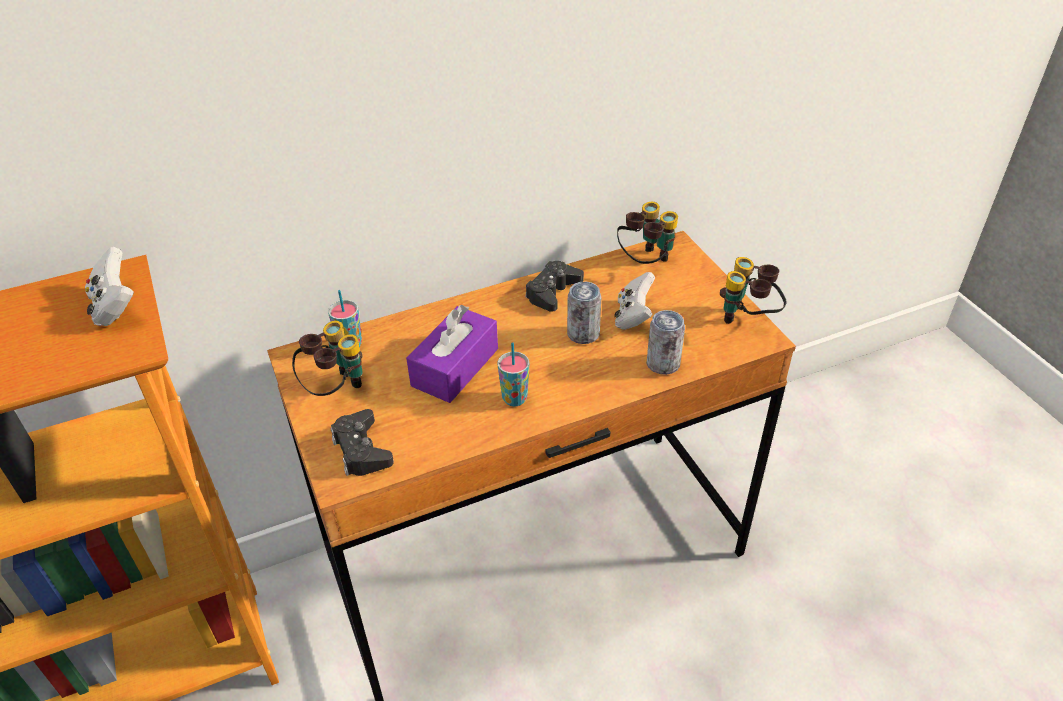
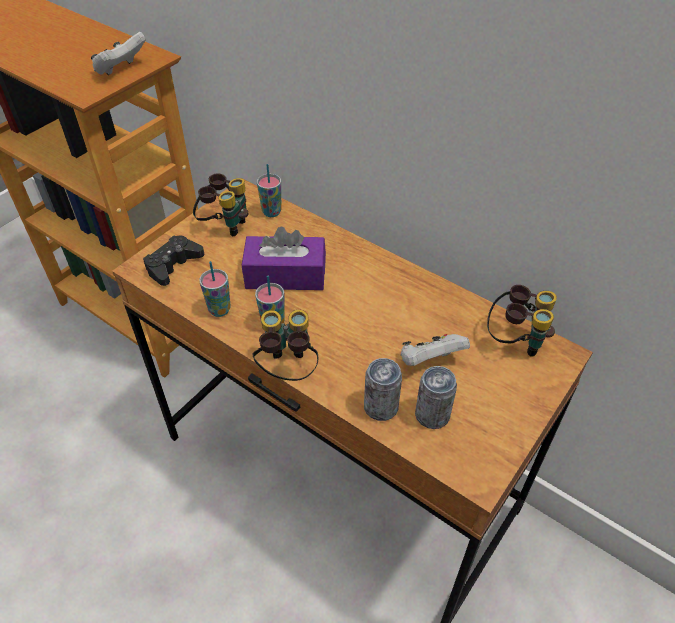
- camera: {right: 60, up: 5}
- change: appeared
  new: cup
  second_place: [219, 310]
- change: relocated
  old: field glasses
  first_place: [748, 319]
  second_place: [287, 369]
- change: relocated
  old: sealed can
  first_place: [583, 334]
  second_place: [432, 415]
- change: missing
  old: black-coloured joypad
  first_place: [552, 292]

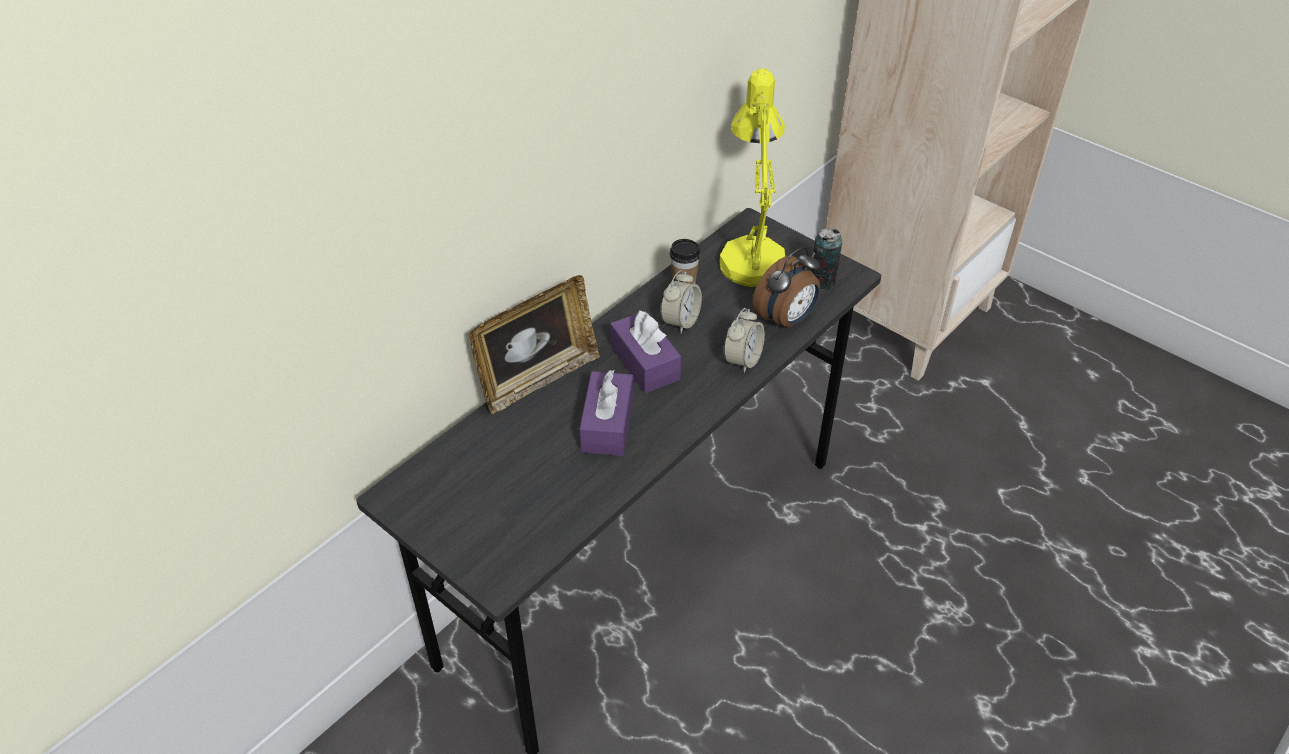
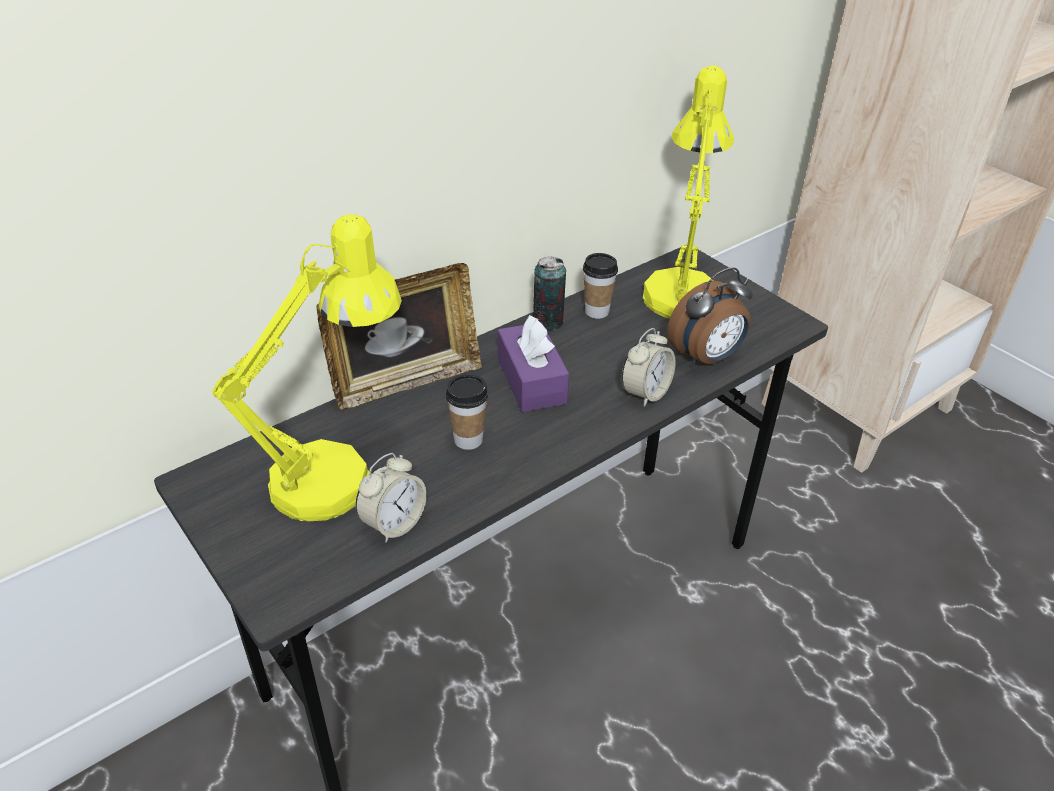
- camera: {right: 10, up: -5}
- change: appeared
  new: yellow-coloured tabletop lamp
  second_place: [337, 473]
- change: relocated
  old: table clock
  first_place: [680, 321]
  second_place: [393, 523]
- change: exchanged
  old: purplish tissue holder
  new: cup
  first_place: [607, 424]
  second_place: [468, 440]
- change: relocated
  old: sealed can
  first_place: [822, 281]
  second_place: [548, 322]

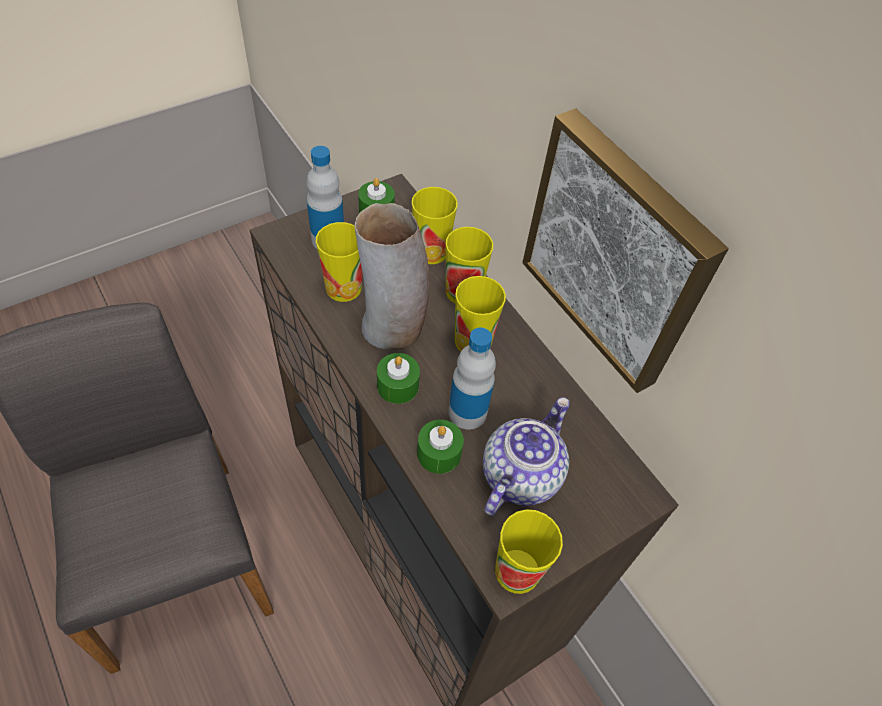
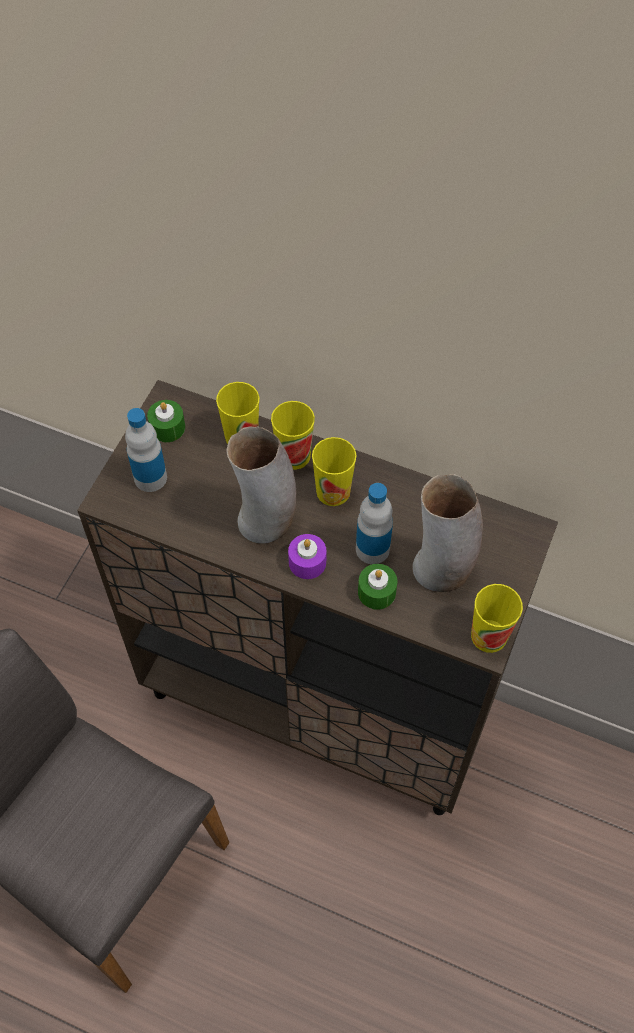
- camera: {right: -30, up: 5}
- change: colour
  old: green candle
  new: purplish candle
  first_place: [397, 386]
  second_place: [307, 562]
- change: exchanged
  old: teapot
  new: decorative vase
  first_place: [520, 474]
  second_place: [442, 570]
- change: missing
  old: cup
  first_place: [343, 287]
- change: missing
  old: wall art
  first_place: [617, 252]

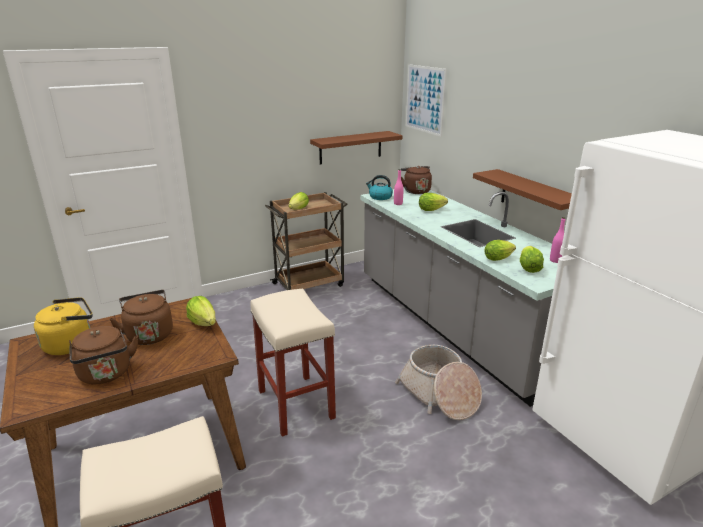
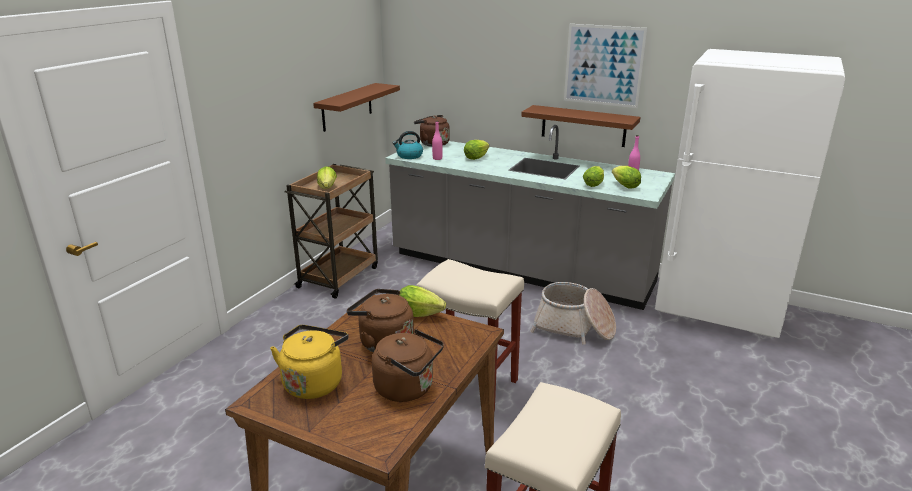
- camera: {right: -35, up: 0}
- change: relocated
  old: wall art
  first_place: [425, 99]
  second_place: [603, 65]

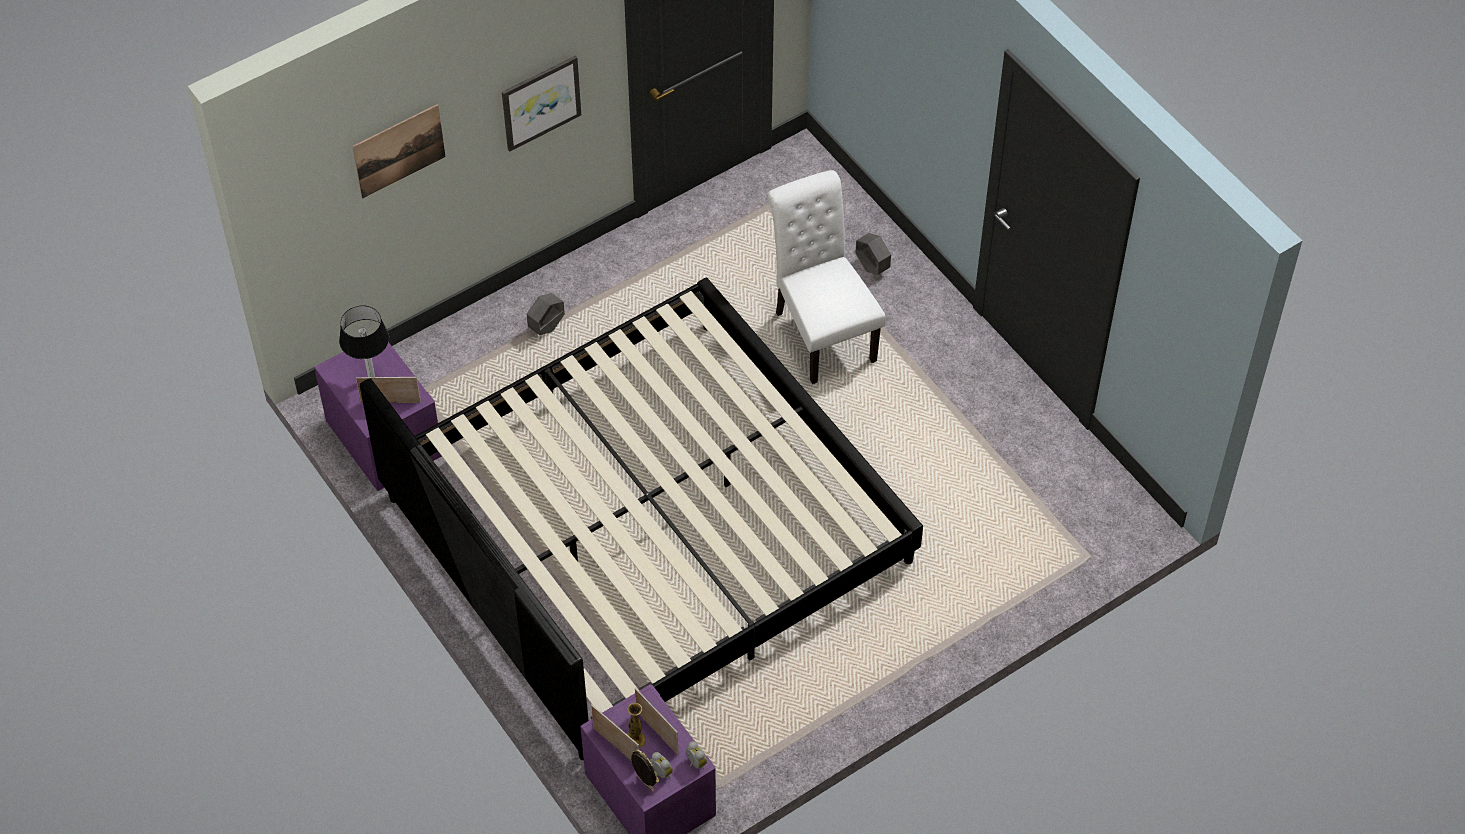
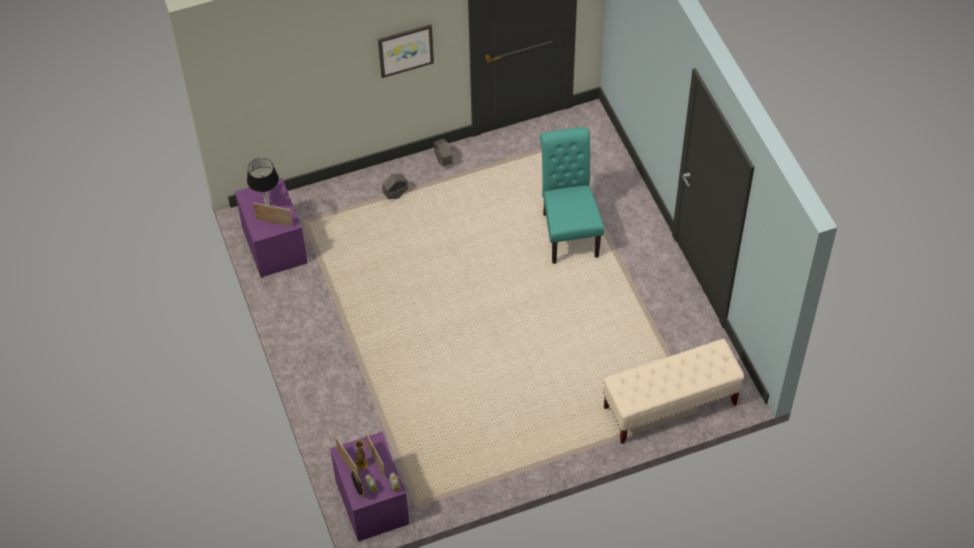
- camera: {right: 15, up: 0}
- change: relocated
  old: greyish flower pot
  first_place: [872, 267]
  second_place: [443, 161]
- change: colour
  old: white-coloured plain chair
  new: turquoise plain chair
  first_place: [821, 332]
  second_place: [568, 231]
- change: appeared
  new: beige bench
  second_place: [669, 406]
- change: missing
  old: wall art
  first_place: [399, 150]
- change: missing
  old: sleeping bed
  first_place: [647, 530]

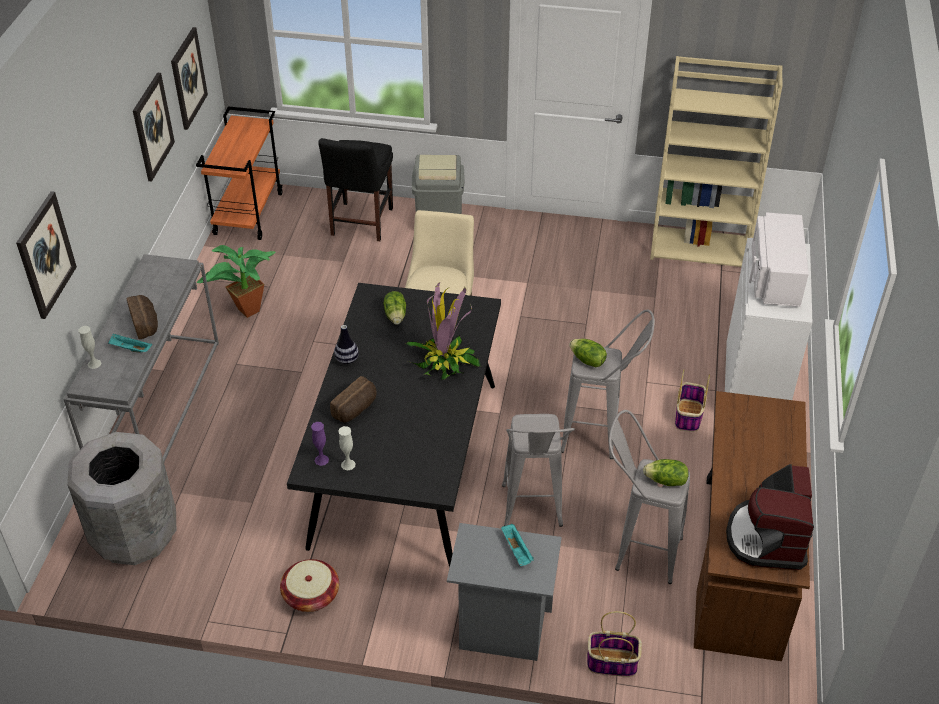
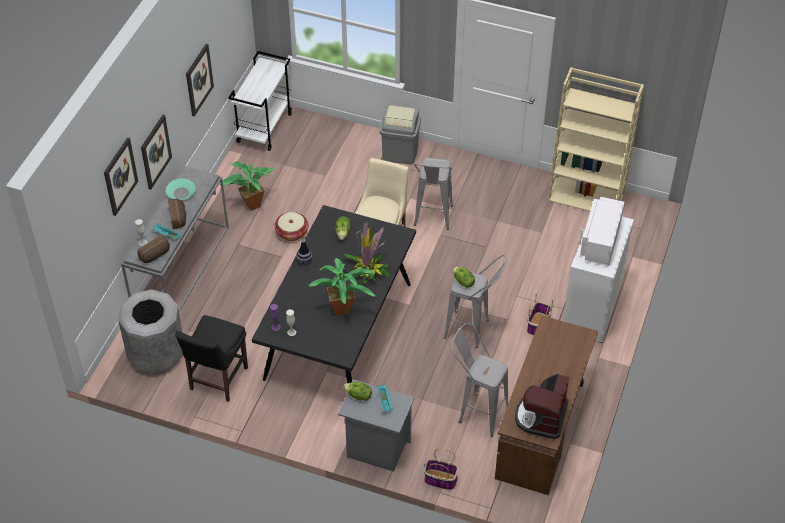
- camera: {right: 10, up: 5}
- change: relocated
  old: bakery bread
  first_place: [356, 409]
  second_place: [155, 255]
- change: relocated
  old: wall art
  first_place: [188, 78]
  second_place: [155, 151]
- change: appeared
  new: turquoise bowl
  second_place: [181, 193]
- change: relocated
  old: black-coloured plain chair
  first_place: [360, 224]
  second_place: [217, 380]
- change: colour
  old: orange wheeled cart
  new: white-coloured wheeled cart
  first_place: [248, 213]
  second_place: [264, 127]
- change: relocated
  old: basket
  first_place: [311, 595]
  second_place: [292, 232]
- change: appeared
  new: potted plant
  second_place: [345, 310]
- change: relocated
  old: lettuce head
  first_place: [666, 481]
  second_place: [358, 396]
- change: relocated
  old: greyish stool seat
  first_place: [532, 515]
  second_place: [432, 221]

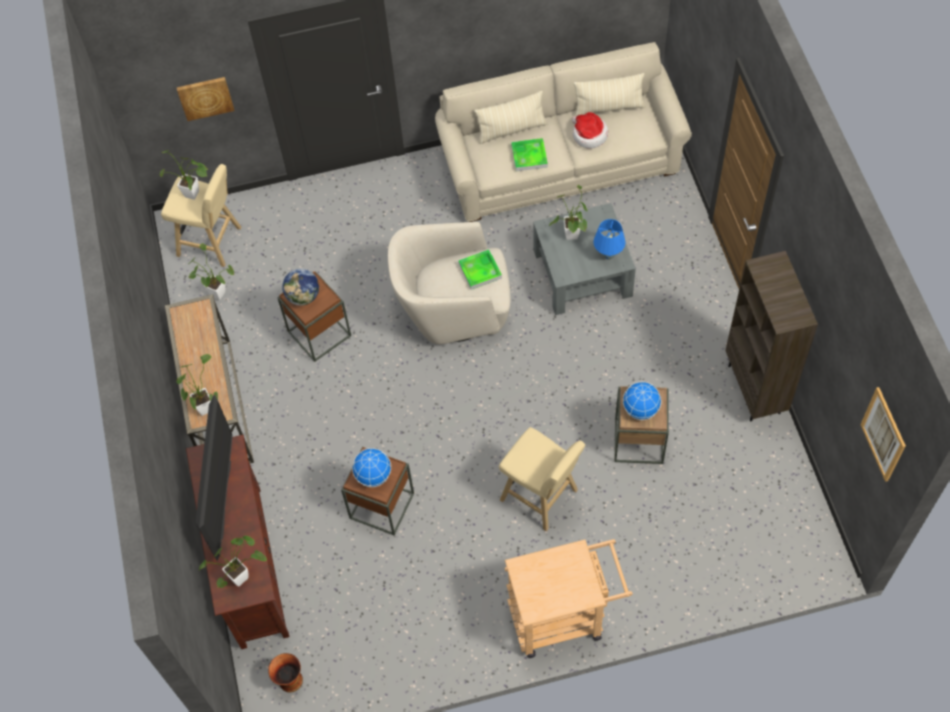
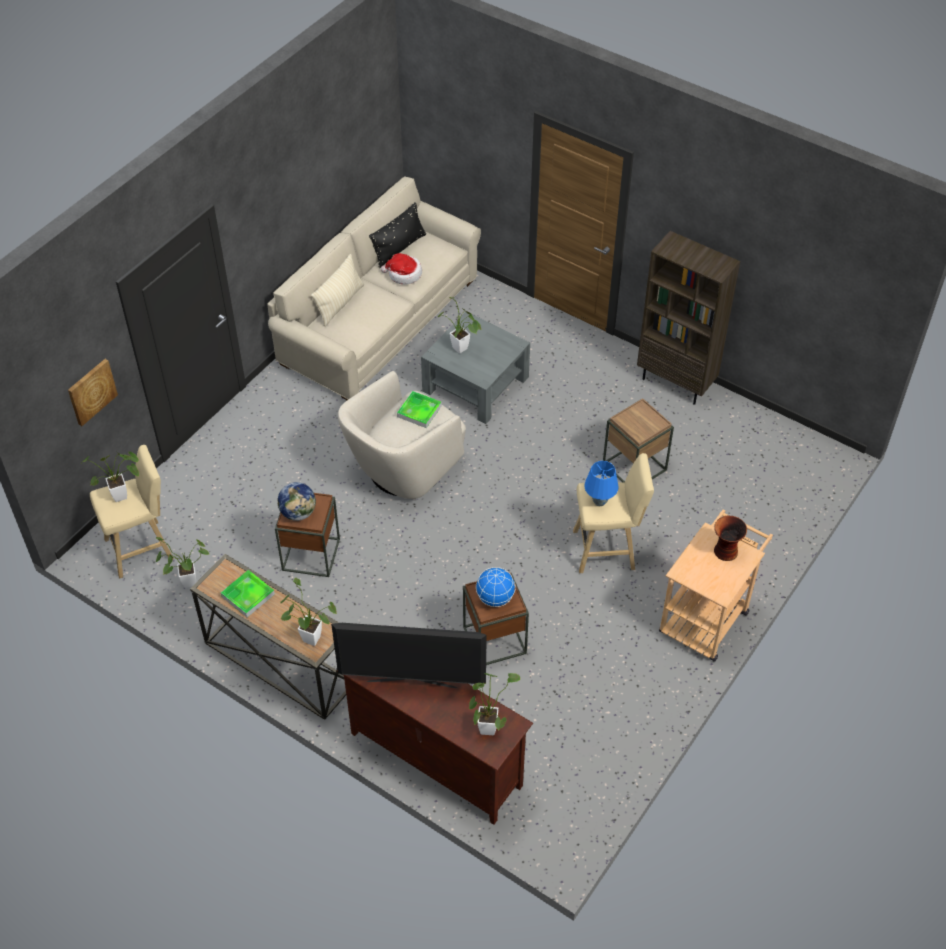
- camera: {right: -45, up: -10}
- change: relocated
  old: tray
  first_place: [529, 156]
  second_place: [248, 595]
- change: spun
  old: TV set
  first_place: [224, 499]
  second_place: [412, 683]
  degrees: 135
- change: colour
  old: beige pillow
  new: black-coloured pillow
  first_place: [608, 107]
  second_place: [399, 249]
- change: relocated
  old: blue-coloured tabletop lamp
  first_place: [608, 255]
  second_place: [599, 501]
- change: relocated
  old: decorative vase
  first_place: [290, 680]
  second_place: [725, 552]
- change: missing
  old: globe
  first_place: [641, 409]
- change: missing
  old: wall art
  first_place: [883, 434]

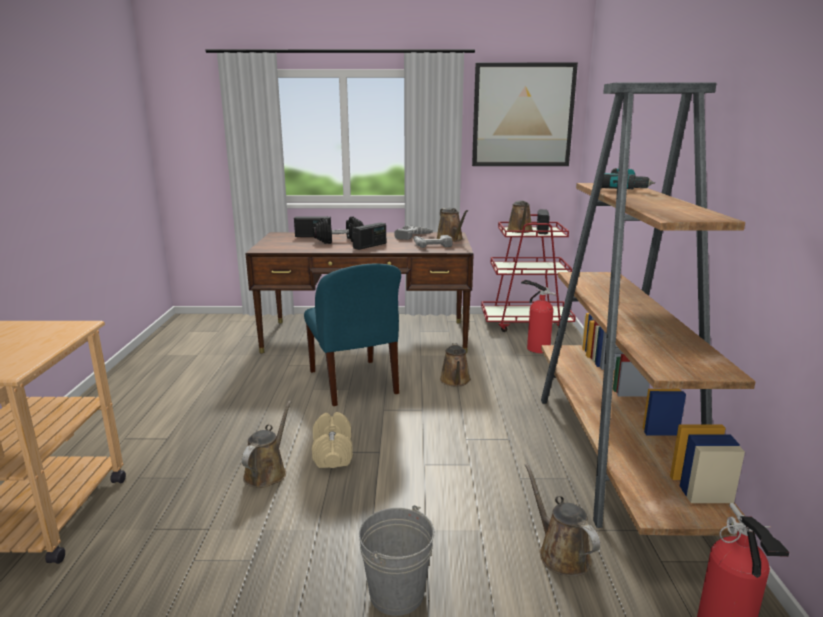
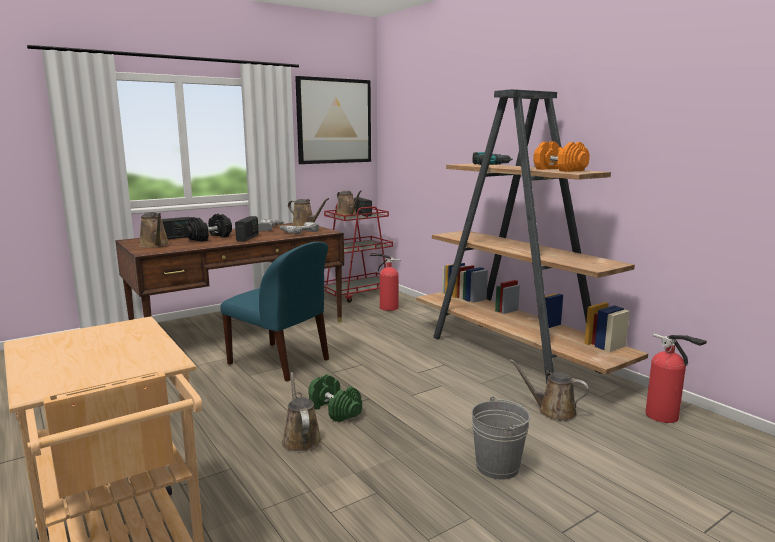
- camera: {right: -35, up: -5}
- change: relocated
  old: brownish sprinkling can
  first_place: [455, 381]
  second_place: [155, 245]
- change: colour
  old: beige hand weight
  new: green hand weight
  first_place: [332, 452]
  second_place: [334, 410]
- change: appeared
  new: orange hand weight
  second_place: [560, 170]

